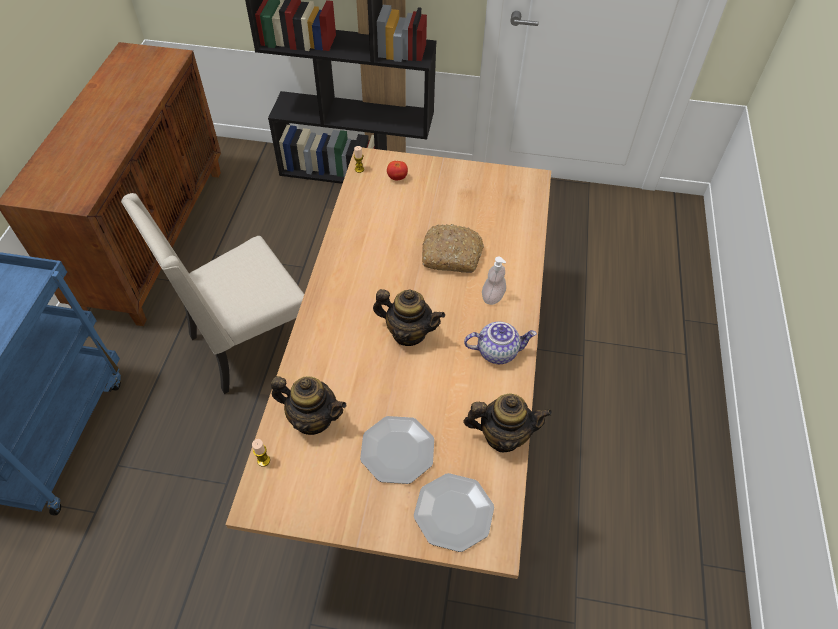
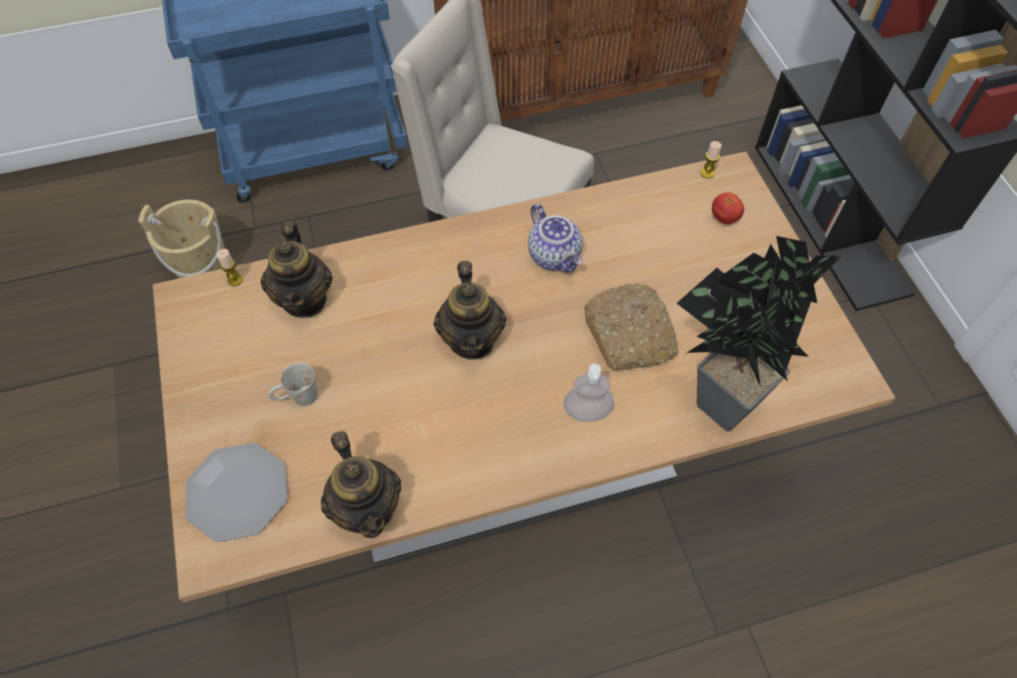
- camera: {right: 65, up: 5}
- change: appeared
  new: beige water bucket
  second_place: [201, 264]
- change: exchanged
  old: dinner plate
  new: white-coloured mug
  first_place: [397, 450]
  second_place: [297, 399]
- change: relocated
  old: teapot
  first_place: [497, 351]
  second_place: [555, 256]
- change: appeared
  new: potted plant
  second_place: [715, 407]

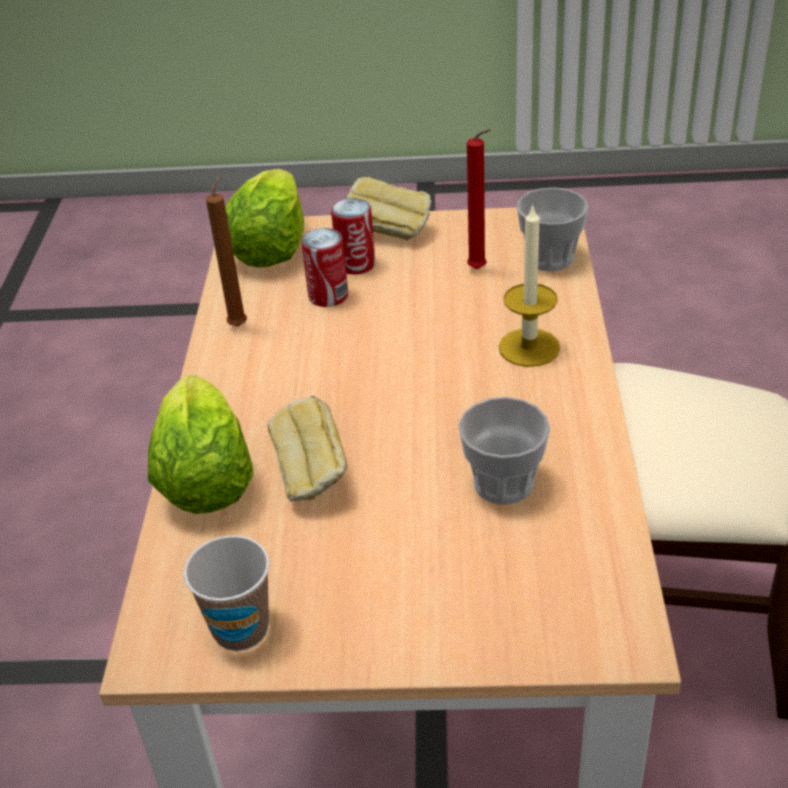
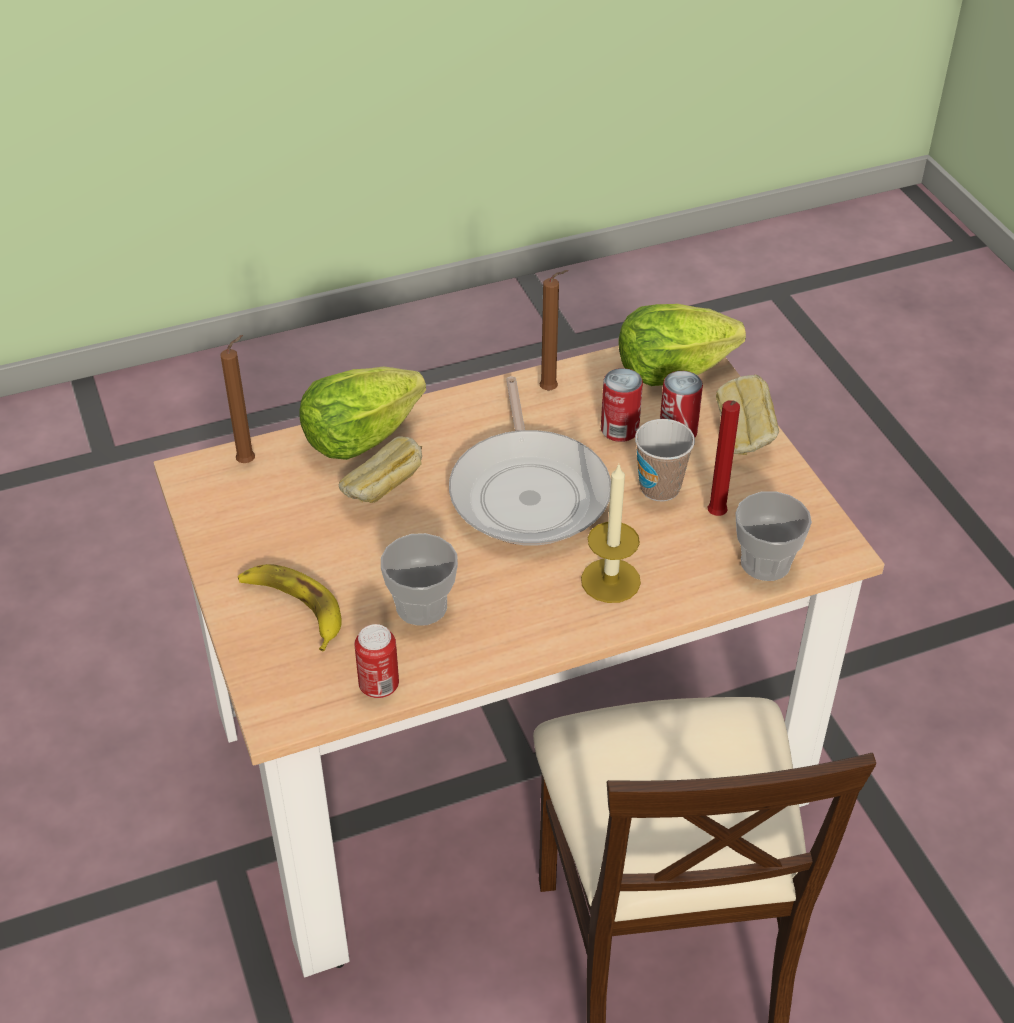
- camera: {right: 65, up: 5}
- change: appeared
  new: brownish candle
  second_place: [249, 461]
- change: appeared
  new: banana
  second_place: [293, 608]
- change: appeared
  new: sealed can
  second_place: [379, 686]
- change: appeared
  new: frying pan
  second_place: [529, 491]
- change: relocated
  old: cup
  first_place: [241, 629]
  second_place: [660, 488]

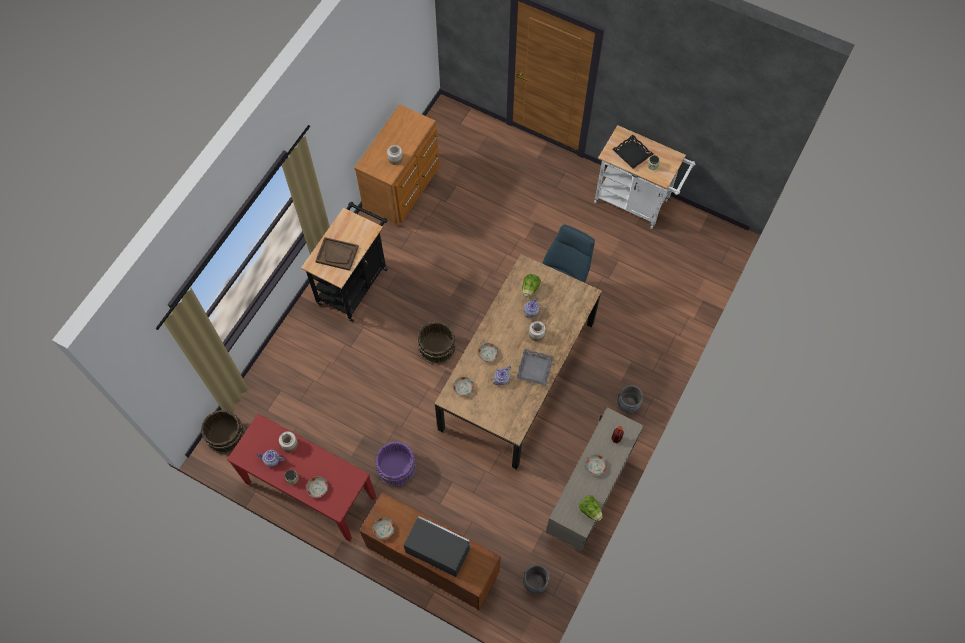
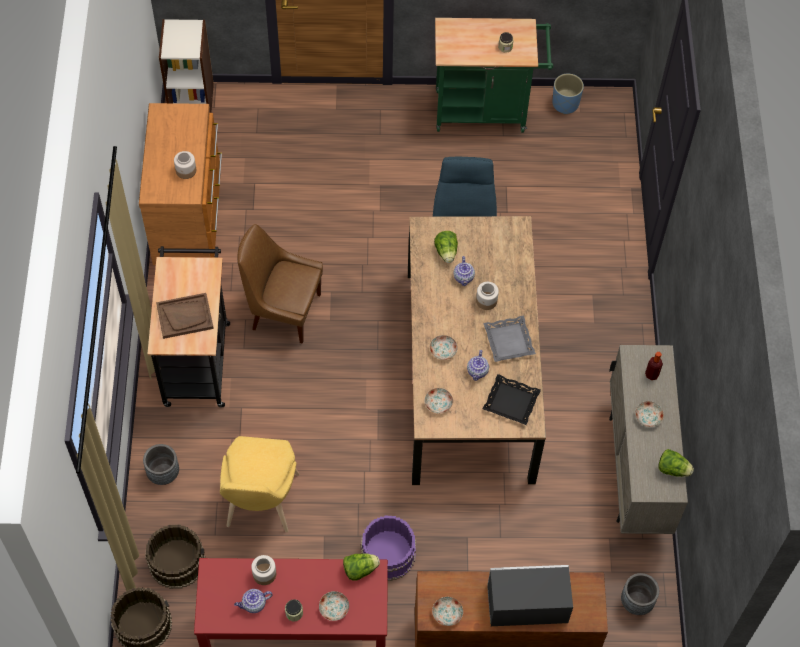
- camera: {right: -30, up: -5}
- change: relocated
  old: greyish flower pot
  first_place: [628, 404]
  second_place: [163, 473]
- change: relocated
  old: brownish water bucket
  first_place: [437, 347]
  second_place: [177, 562]
- change: appeared
  new: bookshelf
  second_place: [192, 101]
- change: appeared
  new: yellow-coloured plain chair
  second_place: [260, 505]
- change: appeared
  new: brownish plain chair
  second_place: [283, 311]
- change: appeared
  new: lettuce head
  second_place: [360, 569]
- change: colour
  old: white-coloured wheeled cart
  new: green wheeled cart
  first_place: [636, 202]
  second_place: [486, 110]
- change: relocated
  old: black-coloured tray
  first_place: [632, 154]
  second_place: [511, 402]
- change: appeared
  new: blue-coloured flower pot
  second_place: [565, 104]

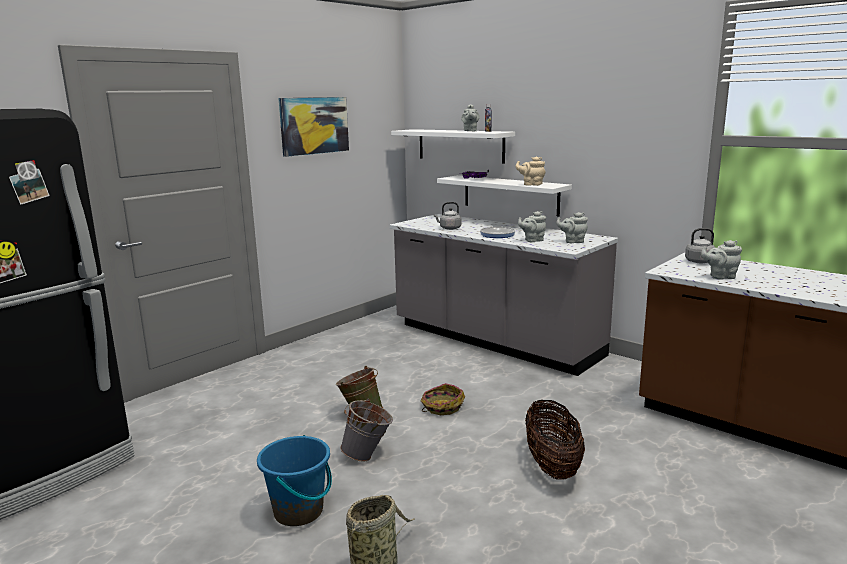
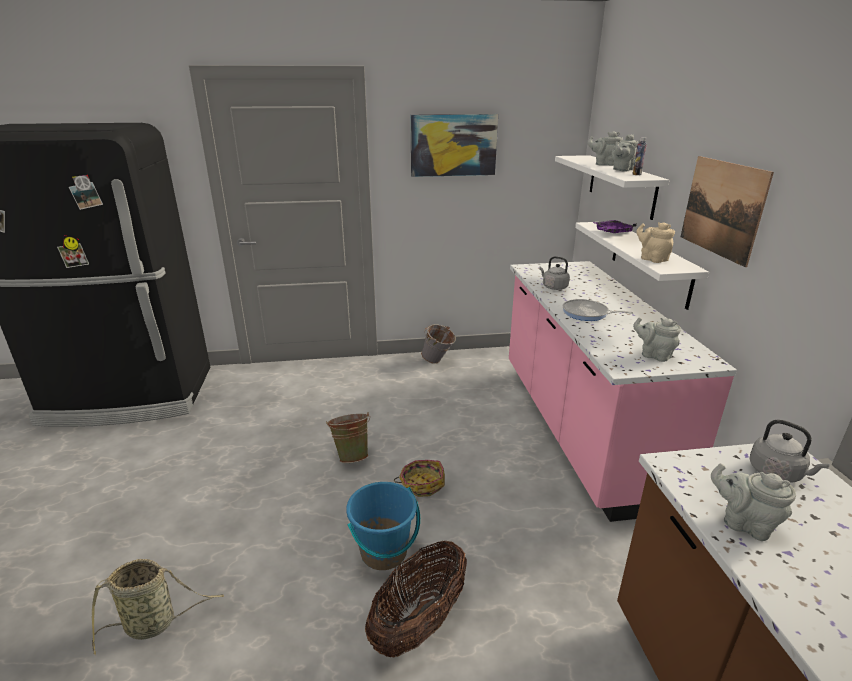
- camera: {right: 40, up: 10}
- change: relocated
  old: blue-coloured water bucket
  first_place: [299, 511]
  second_place: [384, 552]
- change: relocated
  old: greyish water bucket
  first_place: [368, 456]
  second_place: [438, 361]
- change: colour
  old: greyish kitchen counter
  new: pink-coloured kitchen counter
  first_place: [494, 341]
  second_place: [579, 428]
- change: relocated
  old: greyish teapot
  first_place: [532, 240]
  second_place: [604, 164]
- change: appeared
  new: wall art
  second_place: [722, 208]

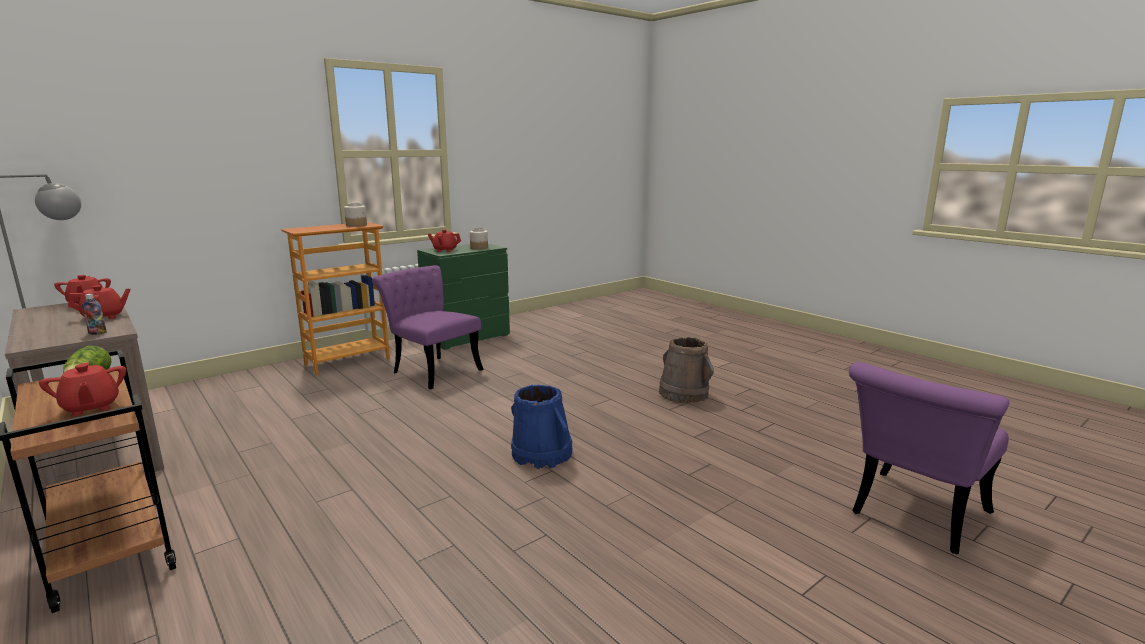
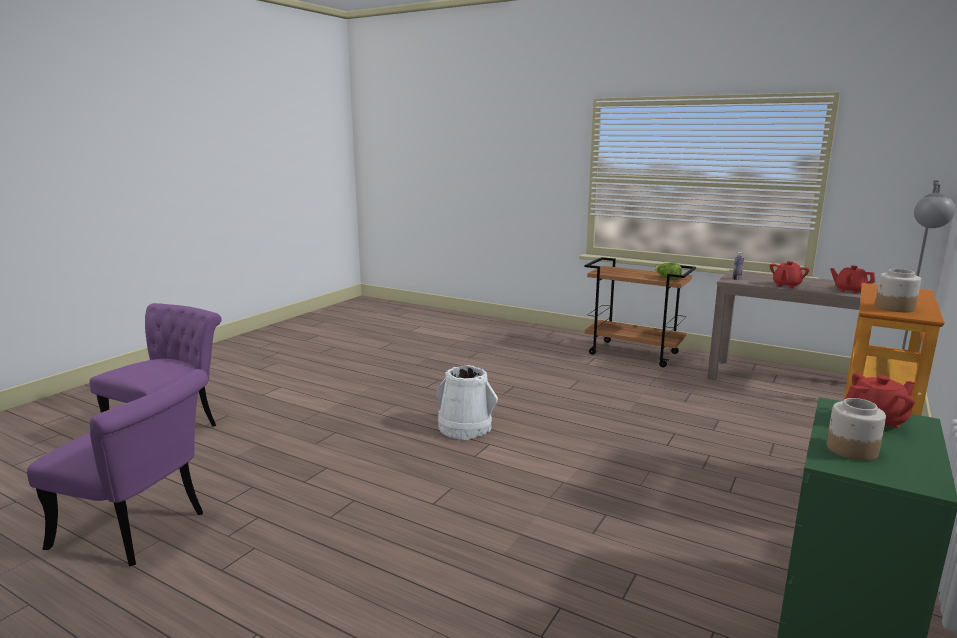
- camera: {right: 160, up: 0}
- change: relocated
  old: purplish plain chair
  first_place: [432, 370]
  second_place: [139, 532]
- change: colour
  old: blue-coloured water bucket
  new: white-coloured water bucket
  first_place: [541, 454]
  second_place: [465, 428]
- change: missing
  old: red-coloured teapot
  first_place: [91, 408]
- change: missing
  old: brownish water bucket
  first_place: [684, 394]

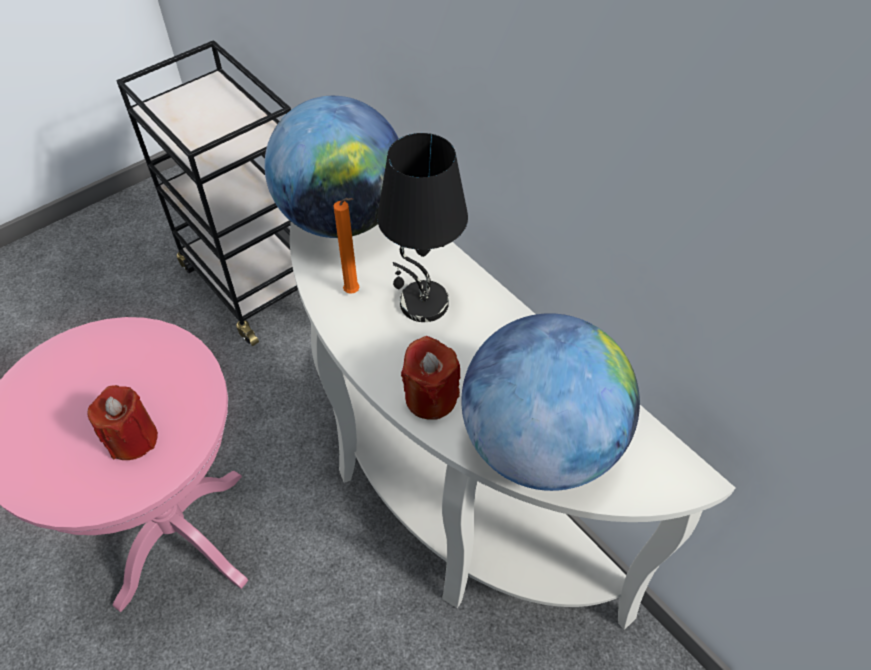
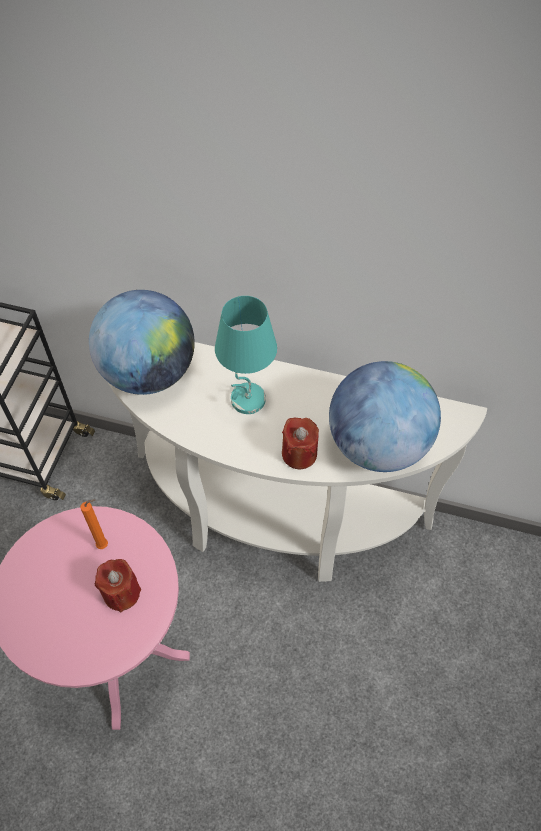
- camera: {right: -35, up: 5}
- change: relocated
  old: orange candle
  first_place: [354, 293]
  second_place: [104, 545]
- change: colour
  old: black-coloured tabletop lamp
  new: turquoise tabletop lamp
  first_place: [423, 304]
  second_place: [248, 400]

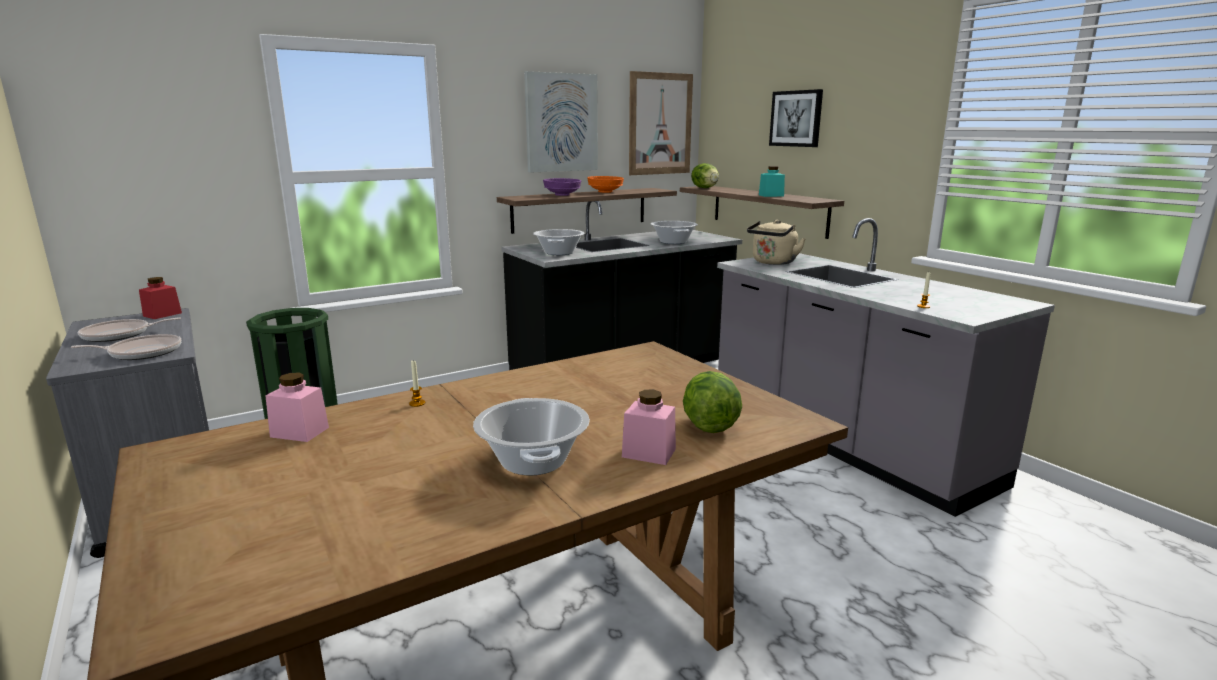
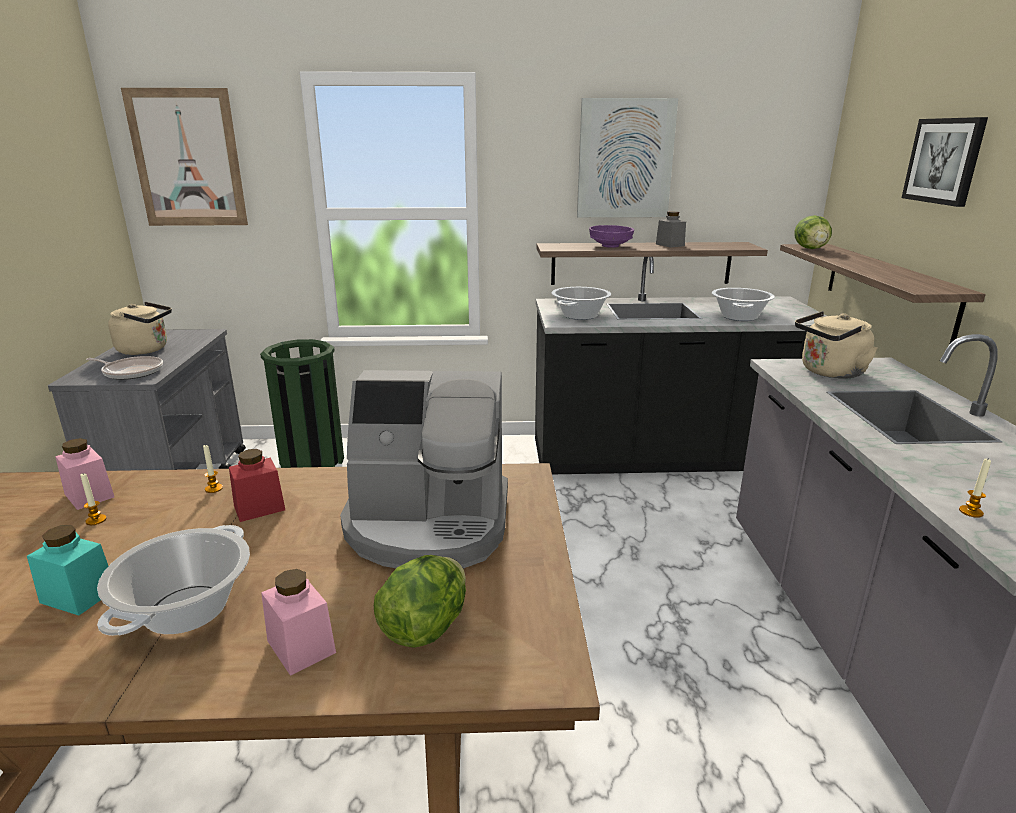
- camera: {right: 30, up: 5}
- change: relocated
  old: turquoise preserve jar
  first_place: [771, 195]
  second_place: [78, 595]
- change: appeared
  new: candle
  second_place: [96, 520]
- change: exchanged
  old: frying pan
  new: beige water kettle
  first_place: [120, 335]
  second_place: [146, 350]
- change: relocated
  old: wall art
  first_place: [660, 124]
  second_place: [187, 159]
- change: relocated
  old: red-coloured preserve jar
  first_place: [162, 314]
  second_place: [259, 508]
- change: appeared
  new: coffee machine
  second_place: [428, 524]
- change: exchanged
  old: orange bowl
  new: greyish preserve jar
  first_place: [604, 192]
  second_place: [670, 245]

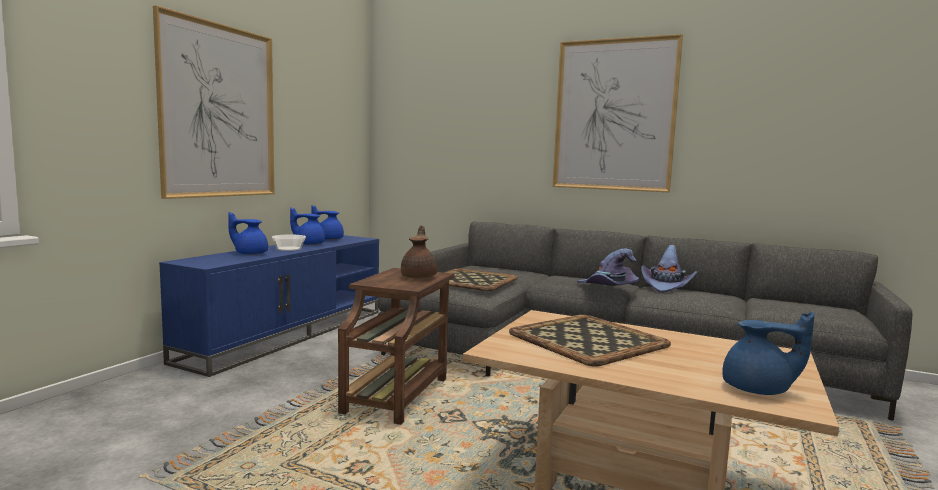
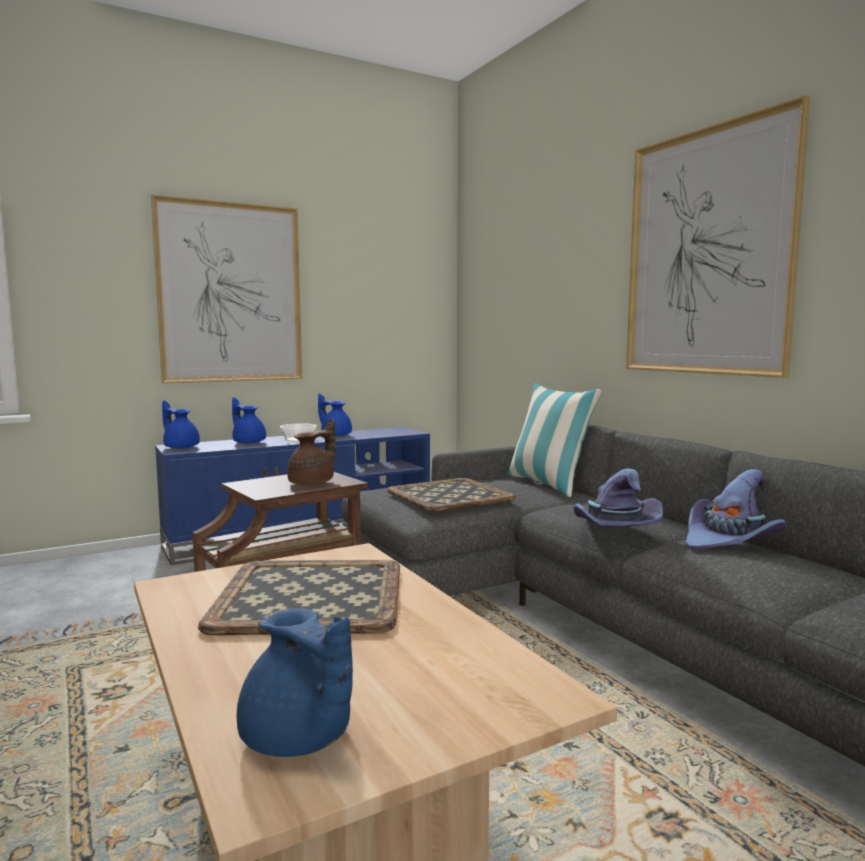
- camera: {right: 35, up: 0}
- change: relocated
  old: blue-coloured teapot
  first_place: [329, 239]
  second_place: [181, 447]
- change: appeared
  new: pillow
  second_place: [548, 484]

